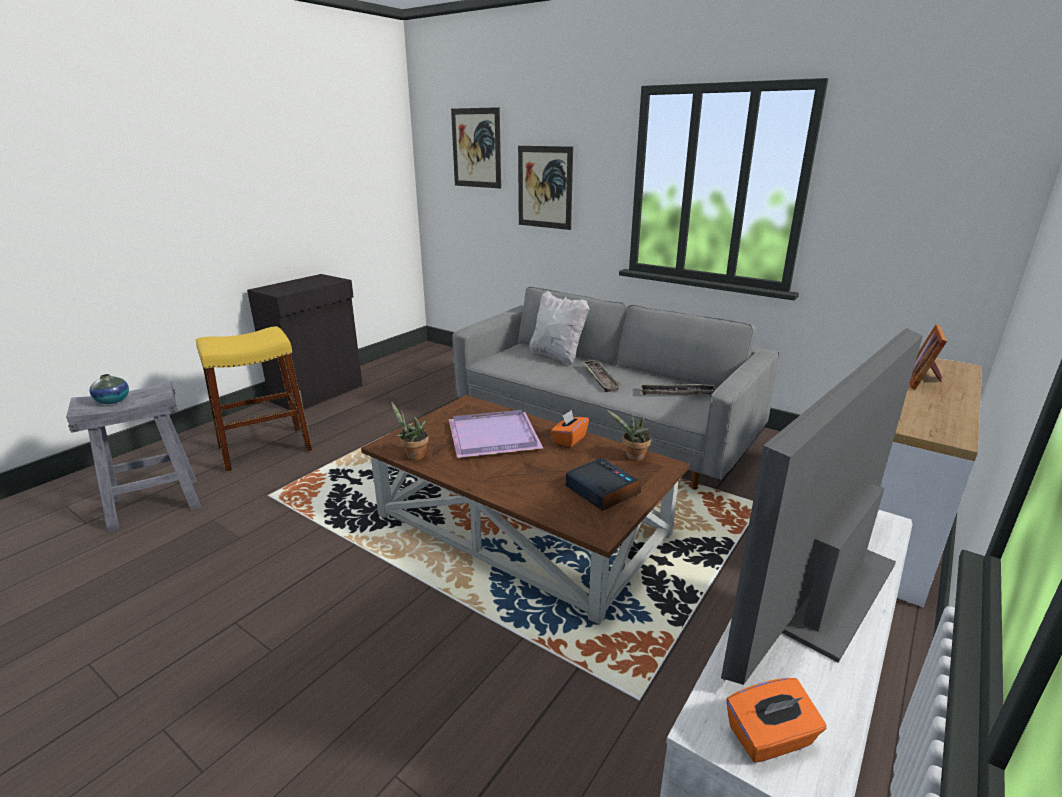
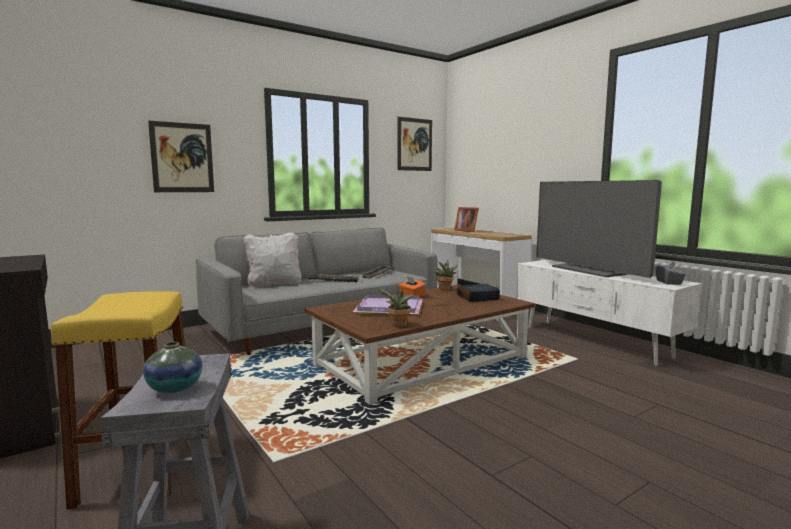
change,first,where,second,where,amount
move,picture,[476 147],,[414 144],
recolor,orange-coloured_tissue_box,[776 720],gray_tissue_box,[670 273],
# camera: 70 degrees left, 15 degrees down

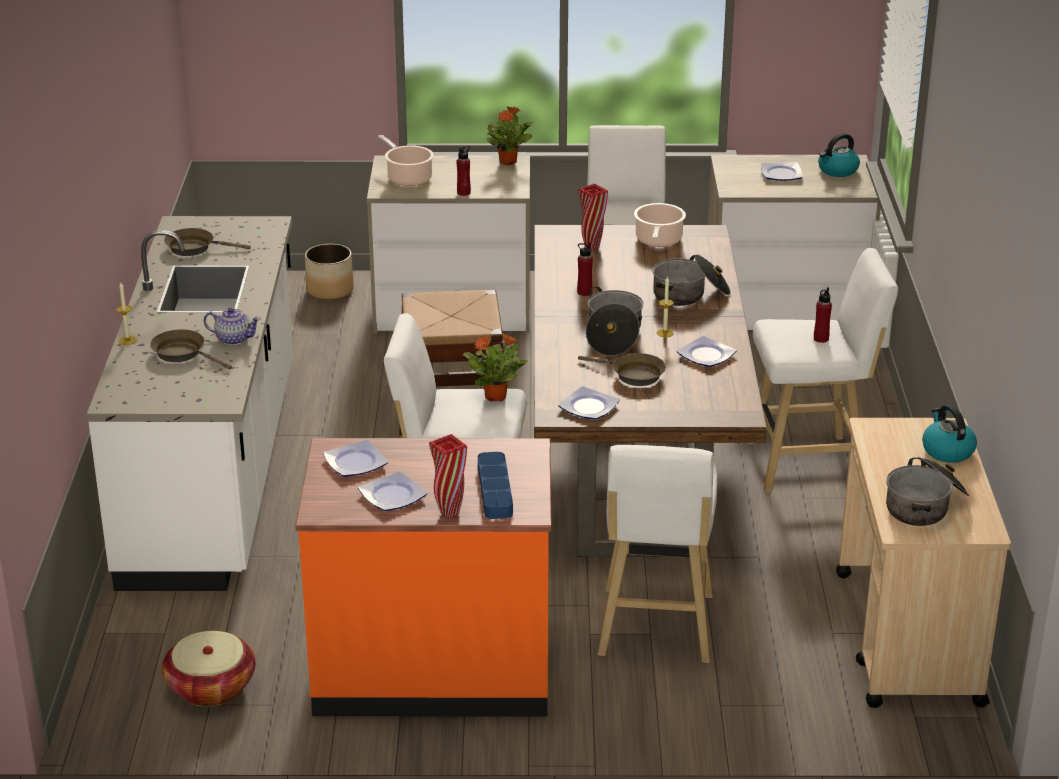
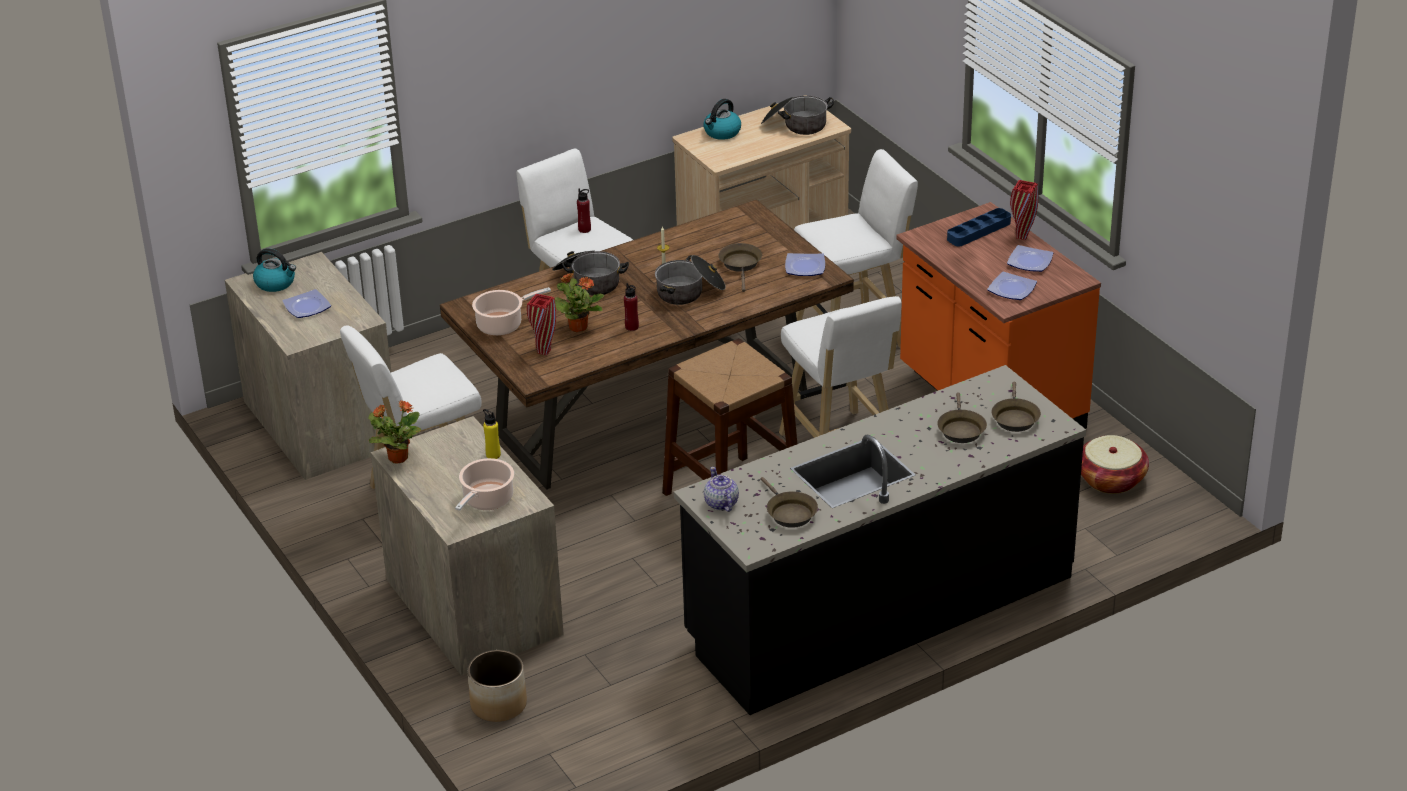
change,first,where,second,where,amount
recolor,red_drink_bottle,[464 171],yellowish_drink_bottle,[492 434],
recolor,whitish_counter,[190 403],black_counter,[880 540],
delete,wax_light,[126 314],,,
move,teapot,[232 326],,[721 489],
move,plant_in_a_pot,[495 367],,[579 302],
delete,flat_dish,[706 351],,,
insert,,,brown-coloured_skillet,[1016 407],
# camera: 120 degrees left, 5 degrees up

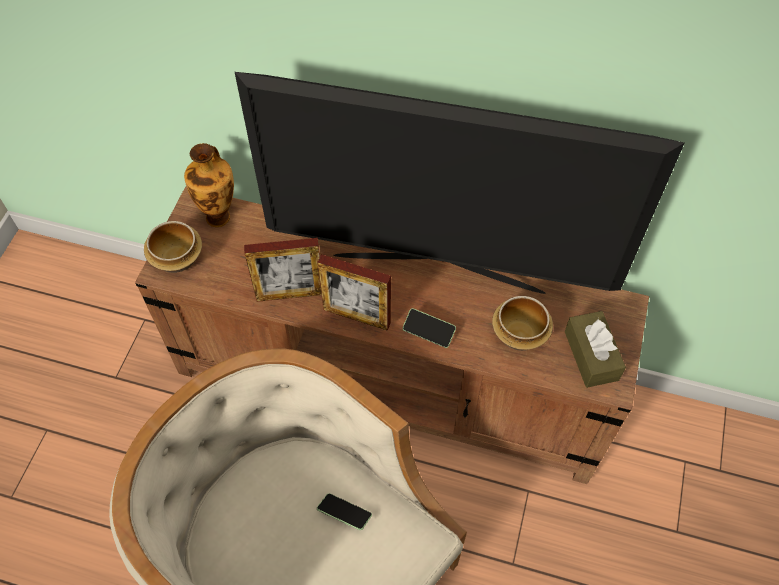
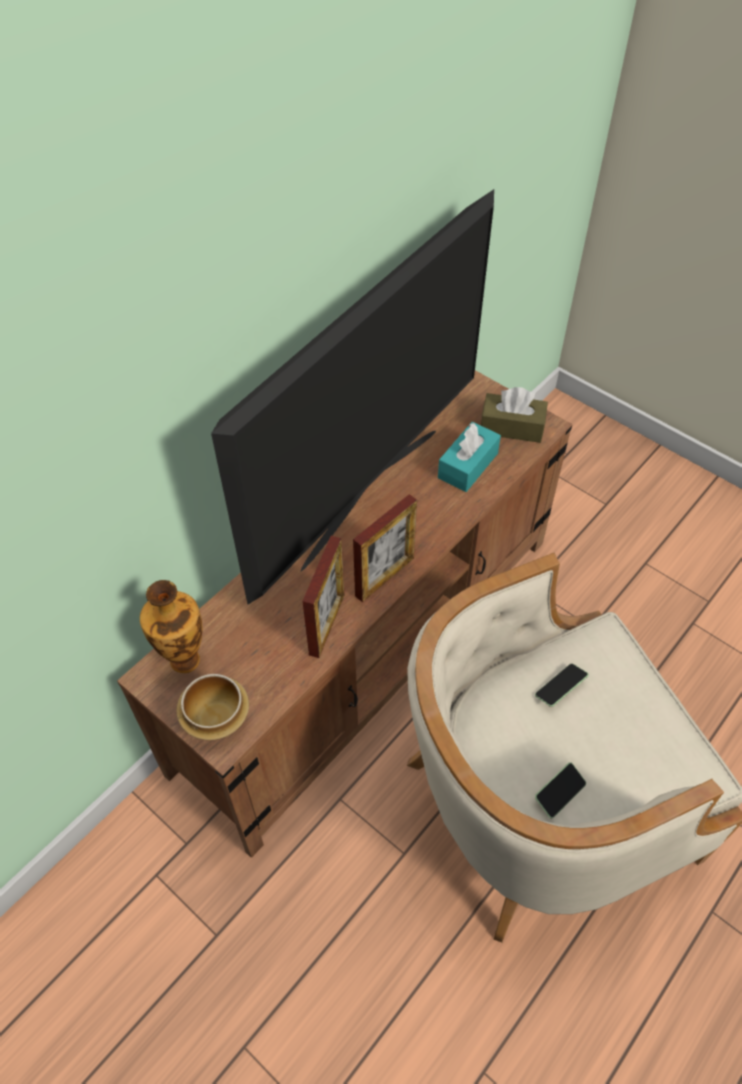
change,first,where,second,where,amount
replace,serving_bowl,[522 323],blue-green_tissue_box,[469 457],
move,handset,[429 328],,[560 790],
# camera: 65 degrees left, 5 degrees down

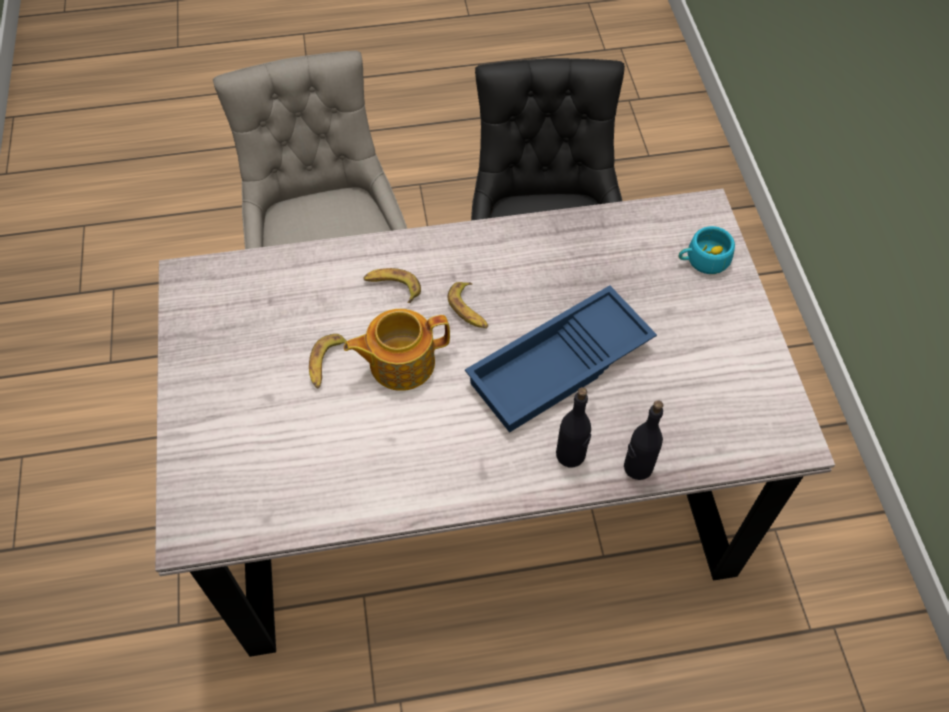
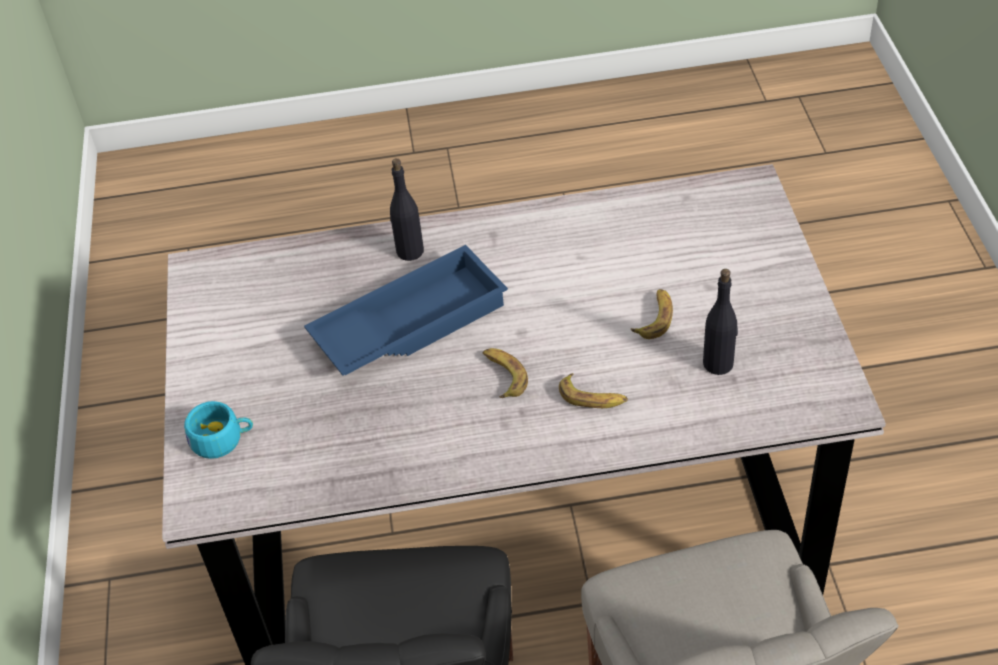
change,first,where,second,where,amount
delete,teapot,[397 350],,,
move,black_drink_bottle,[643 440],,[720 322],
# camera: 175 degrees left, 10 degrees down

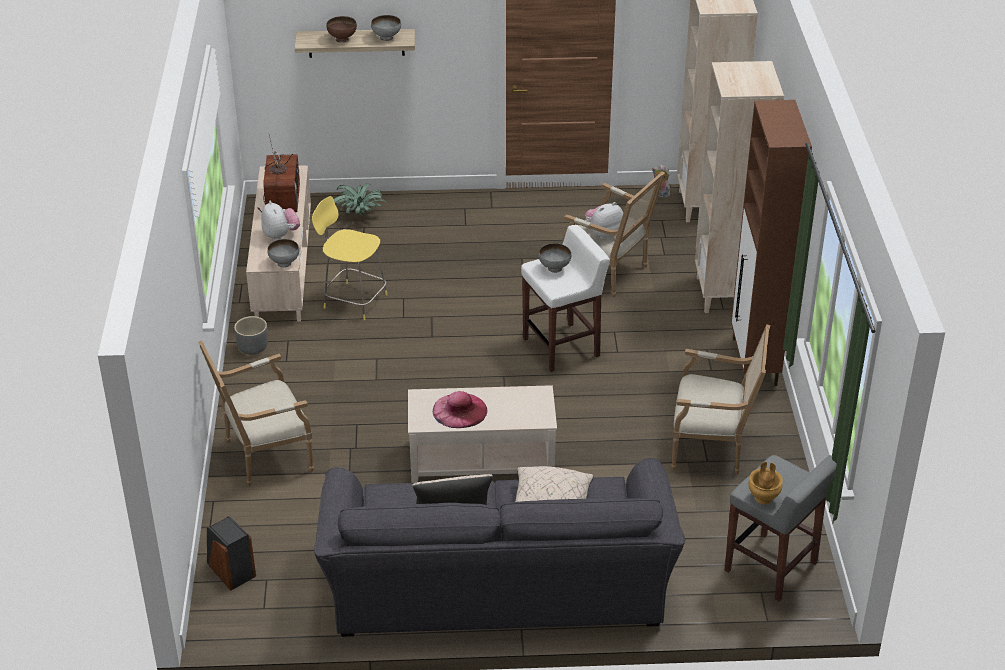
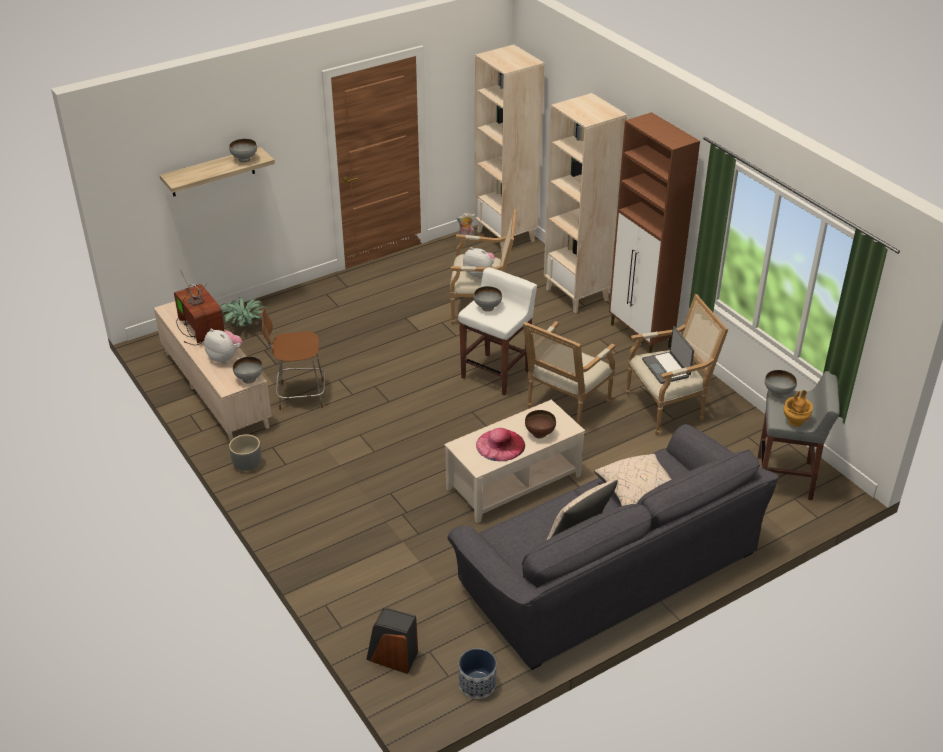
change,first,where,second,where,amount
move,brown-coloured_serving_bowl,[341 29],,[540 424],
recolor,yellowish_stool_seat,[349 258],brown-coloured_stool_seat,[293 359],
rotate,cuddly_toy,[604 220],,[479 263],90 degrees clockwise
move,armchair,[256 413],,[569 373],
insert,,,laptop,[668 355],
insert,,,gray_serving_bowl,[781 384],
insert,,,flower_pot,[477 673],
# camera: 30 degrees left, 0 degrees up

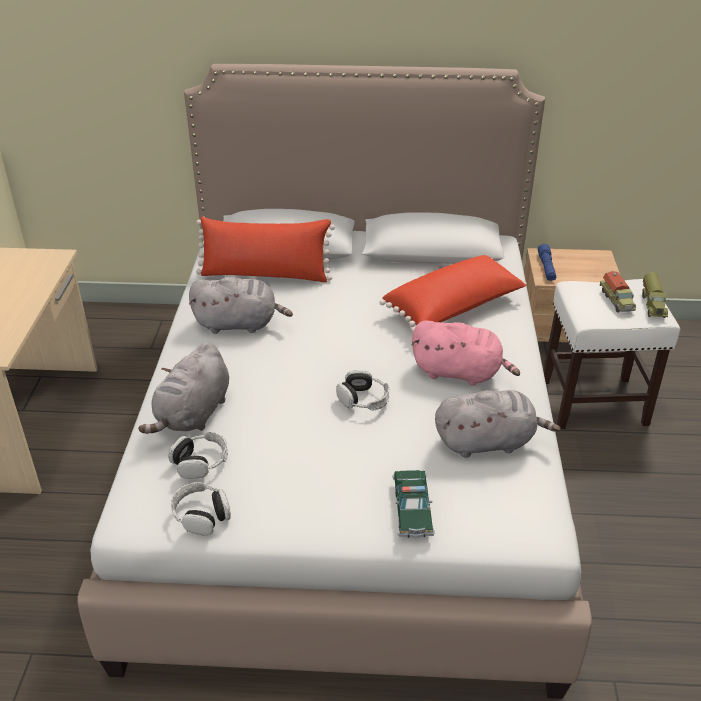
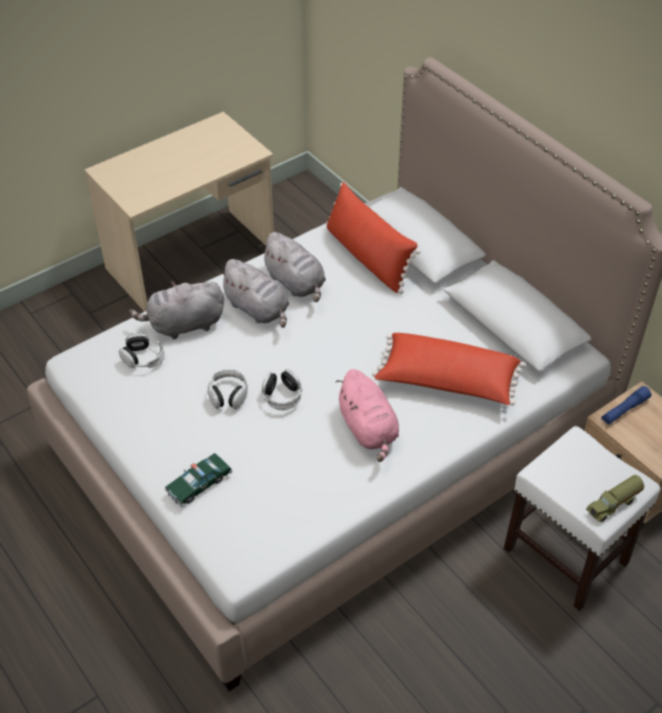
change,first,where,second,where,amount
delete,toy_truck,[618 292],,,
move,gray_cuddly_toy,[498 424],,[253 293],
move,pair_of_headphones,[201 508],,[228 389],
# camera: 50 degrees right, 10 degrees up

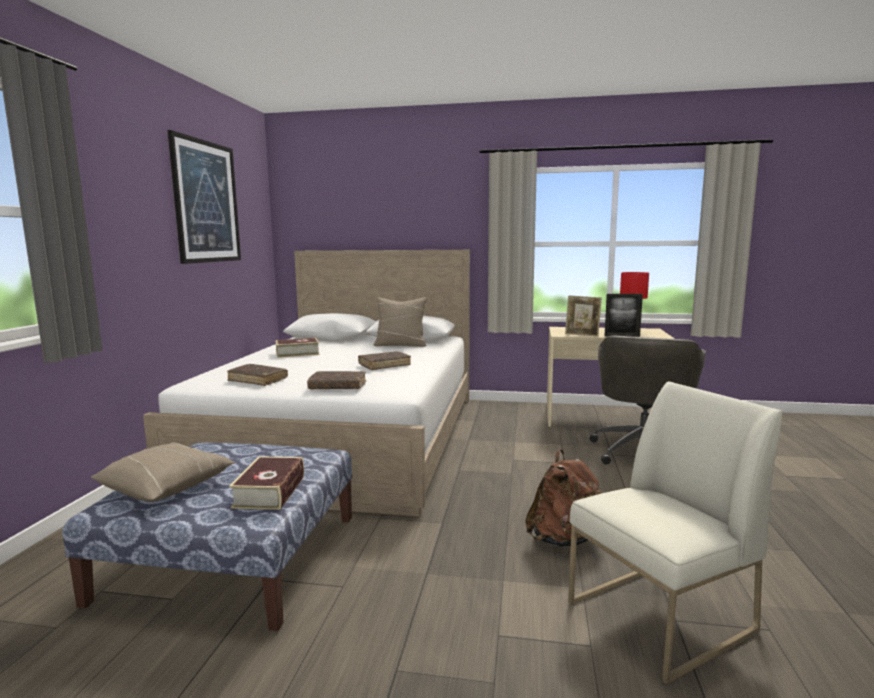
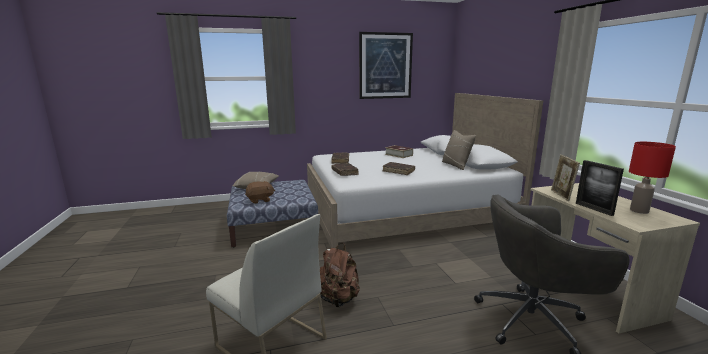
change,first,where,second,where,amount
replace,bound_book,[266 483],brown-coloured_cuddly_toy,[260 192],
# camera: 65 degrees right, 5 degrees up

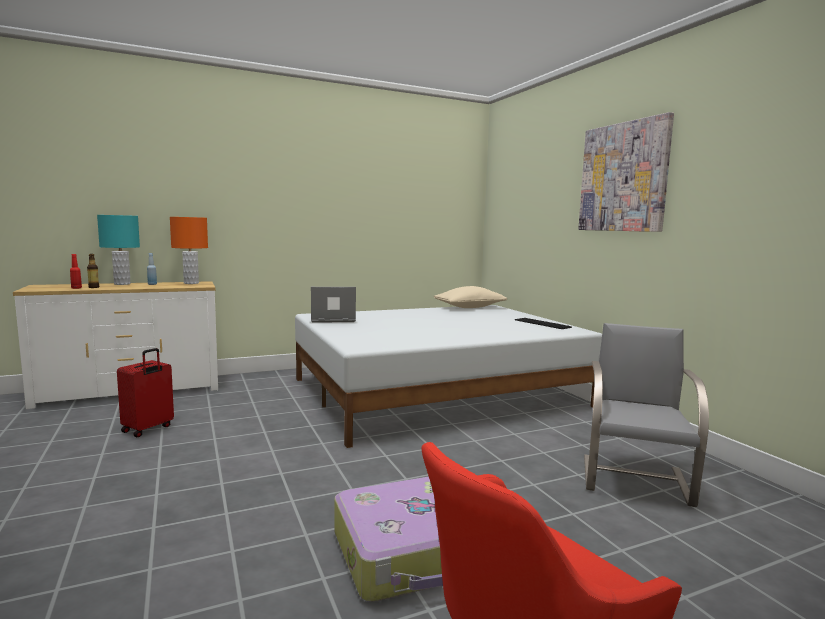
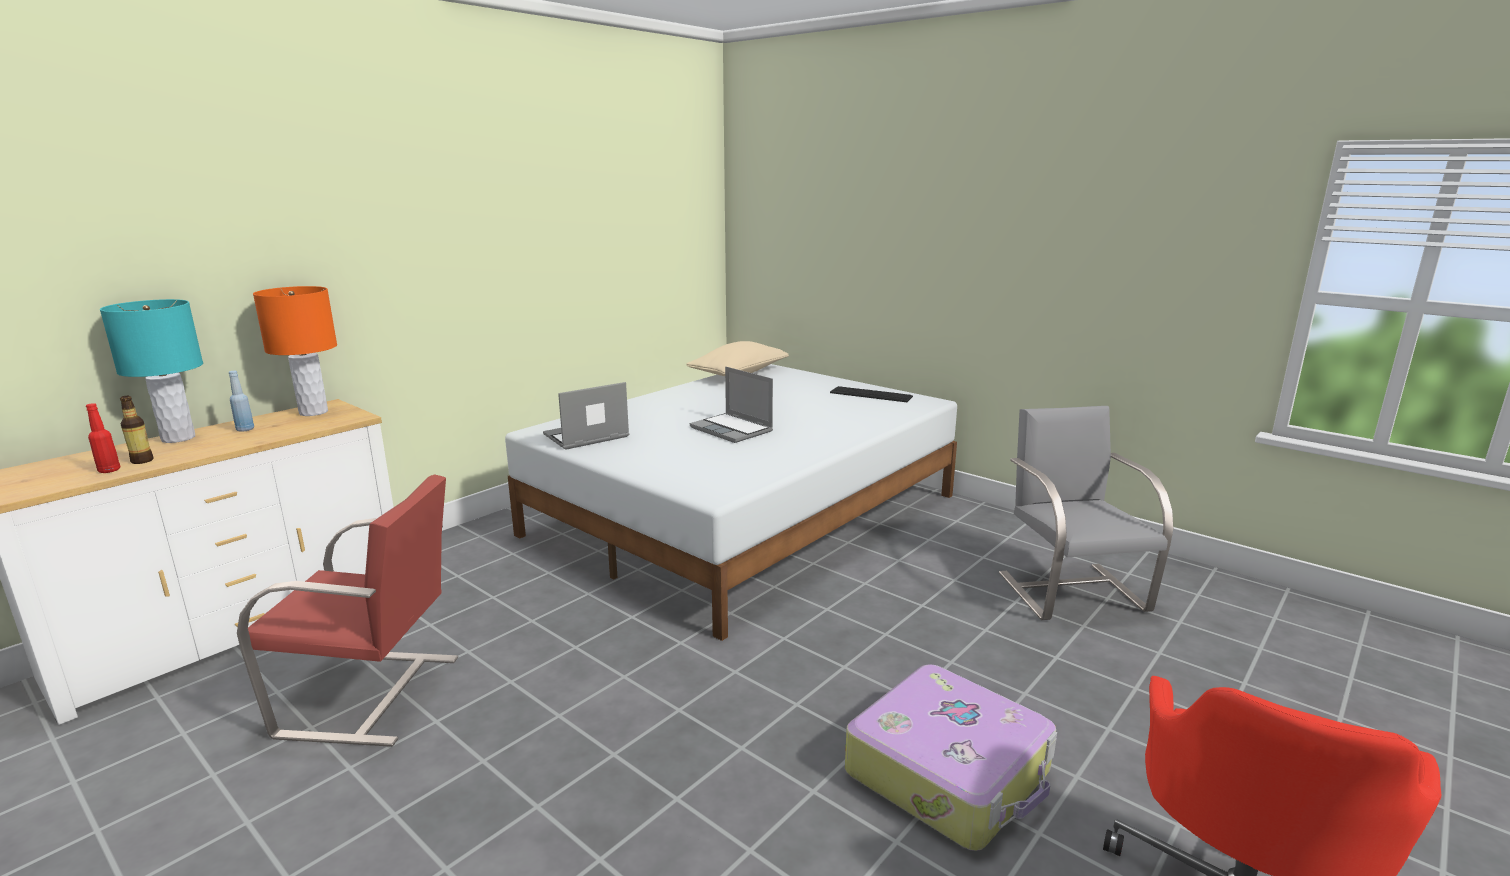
change,first,where,second,where,amount
delete,picture,[626 172],,,
replace,red_suitcase,[145 392],red_upright_chair,[347 610],
insert,,,laptop,[731 404],
# camera: 25 degrees left, 10 degrees up

